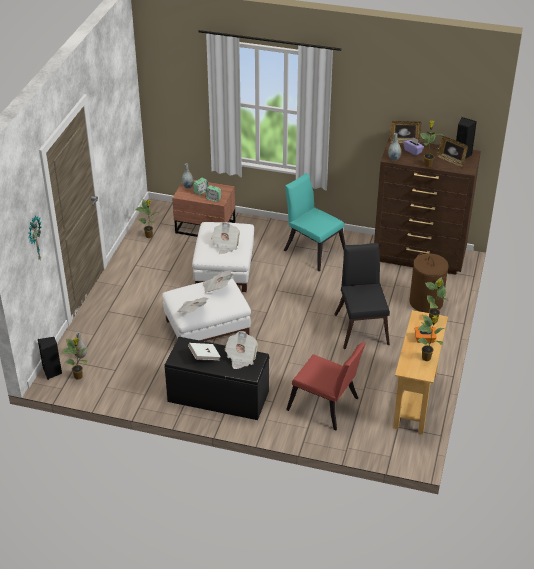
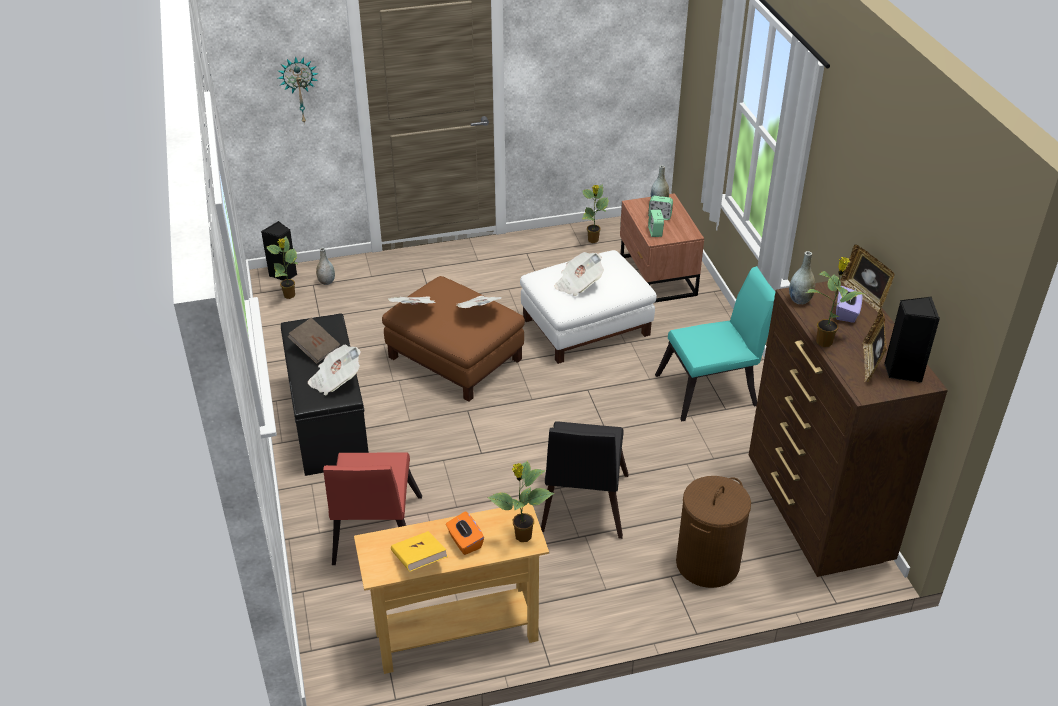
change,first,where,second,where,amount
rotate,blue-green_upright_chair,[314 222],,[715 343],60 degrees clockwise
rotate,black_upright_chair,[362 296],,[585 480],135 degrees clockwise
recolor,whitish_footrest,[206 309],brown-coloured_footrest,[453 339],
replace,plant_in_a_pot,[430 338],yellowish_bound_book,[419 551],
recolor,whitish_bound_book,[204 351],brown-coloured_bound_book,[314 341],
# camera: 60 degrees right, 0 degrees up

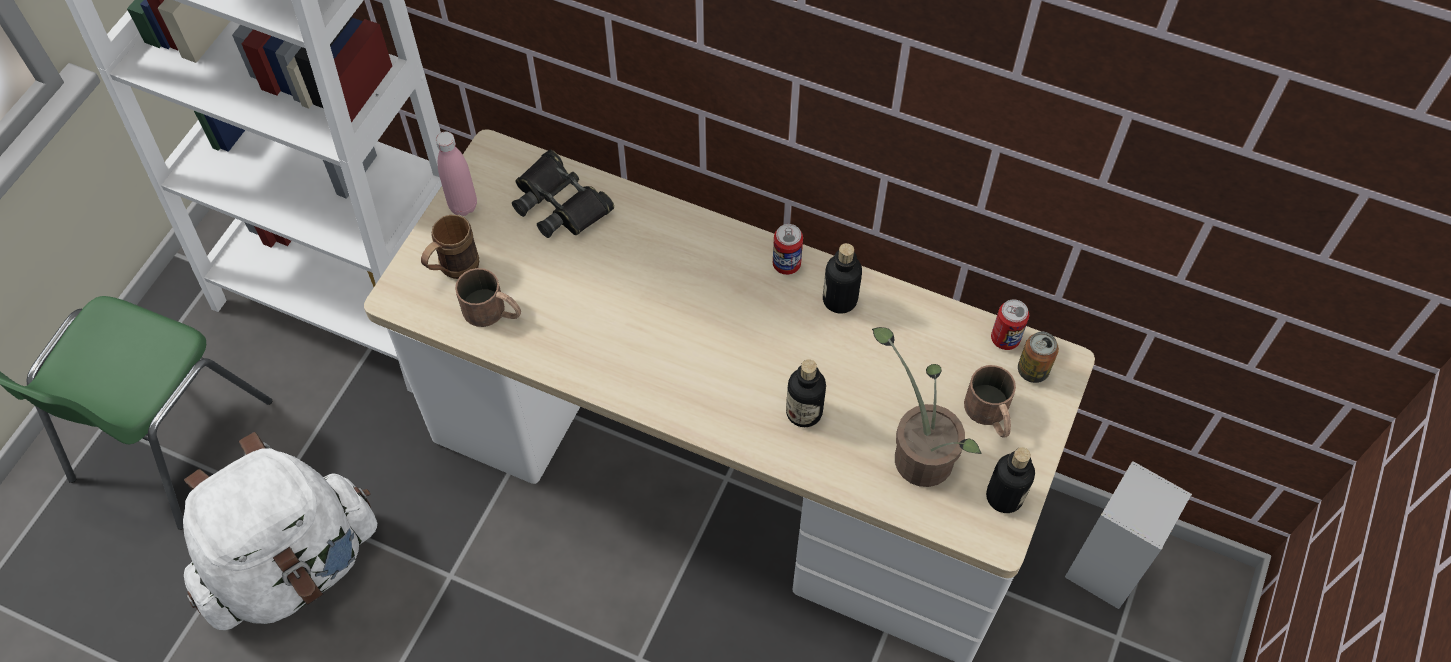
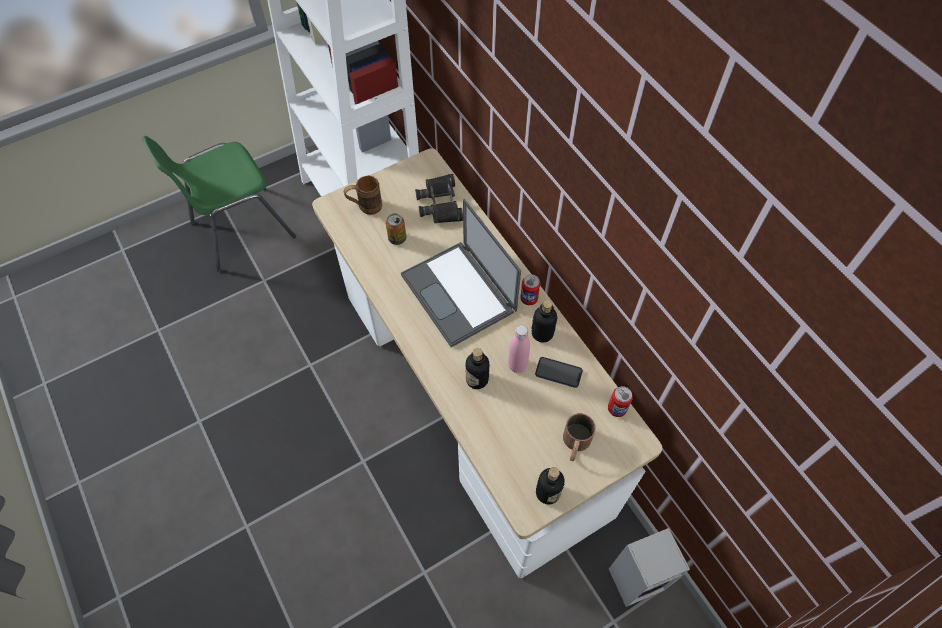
change,first,where,second,where,amount
move,pink-coloured_drink_bottle,[456 174],,[519 349],
delete,brown-coloured_mug,[488 297],,,
delete,plant_in_a_pot,[927 407],,,
move,metal_can,[1038 357],,[396 229],
delete,whitish_knapsack,[280 531],,,
insert,,,laptop,[461 273],
insert,,,handset,[559 372],
# camera: 35 degrees right, 0 degrees up

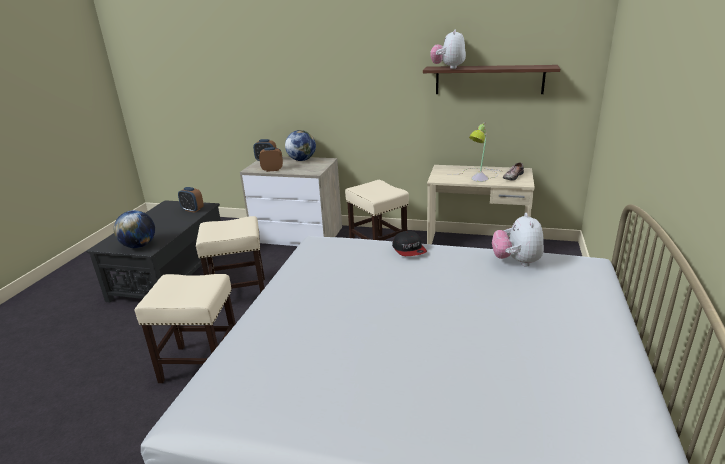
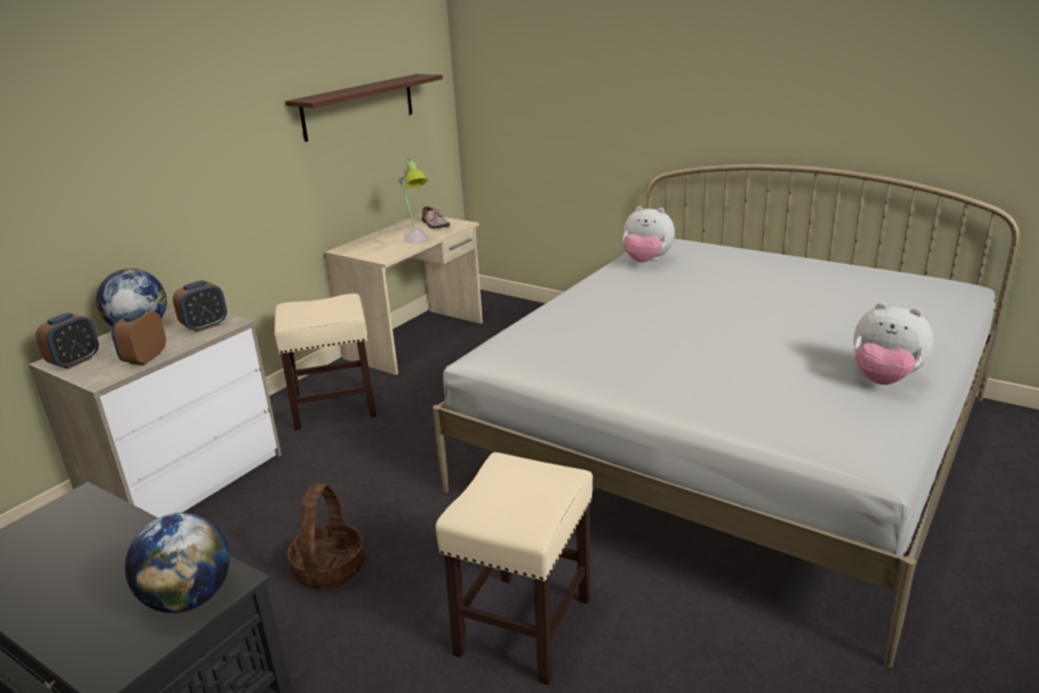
change,first,where,second,where,amount
move,cuddly_toy,[448 49],,[893 344],
move,bedside_clock,[191 200],,[200 306],
replace,sand-coloured_stool_seat,[230 254],household_basket,[326 536],
delete,cap,[409 243],,,
# camera: 70 degrees left, 0 degrees up

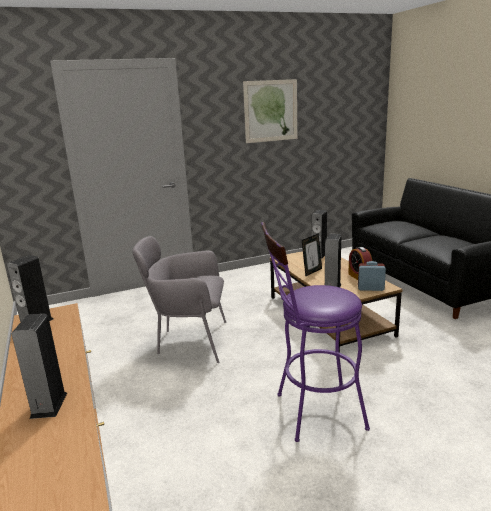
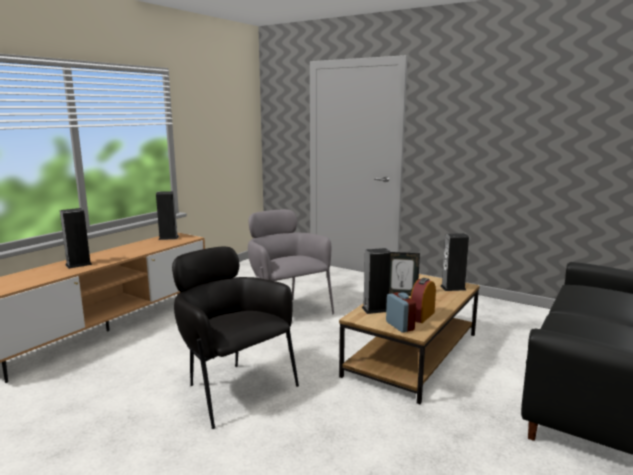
change,first,where,second,where,amount
delete,picture,[270 111],,,
replace,purple-coloured_stool_seat,[315 332],black_armchair,[235 337],
# camera: 55 degrees right, 5 degrees down

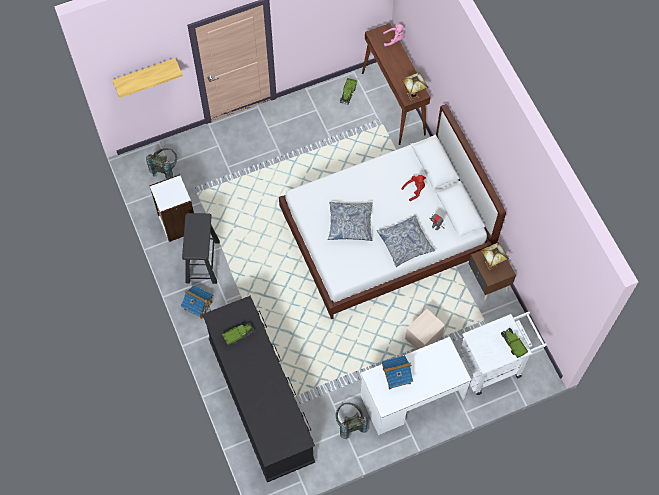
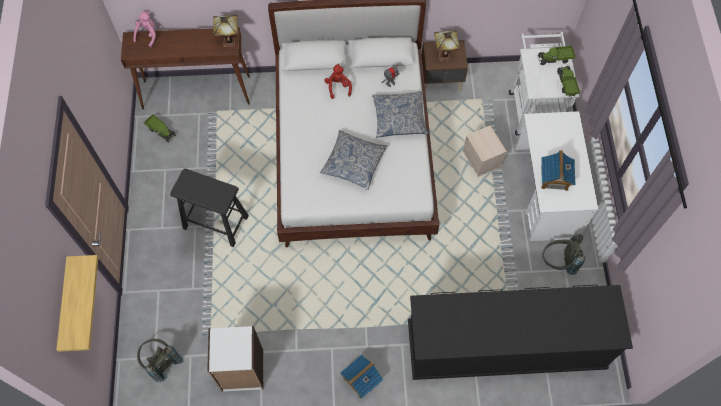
change,first,where,second,where,amount
move,black_stool_seat,[201 248],,[209 208],
move,toy_truck,[238 333],,[568 81],
# camera: 70 degrees left, 0 degrees up

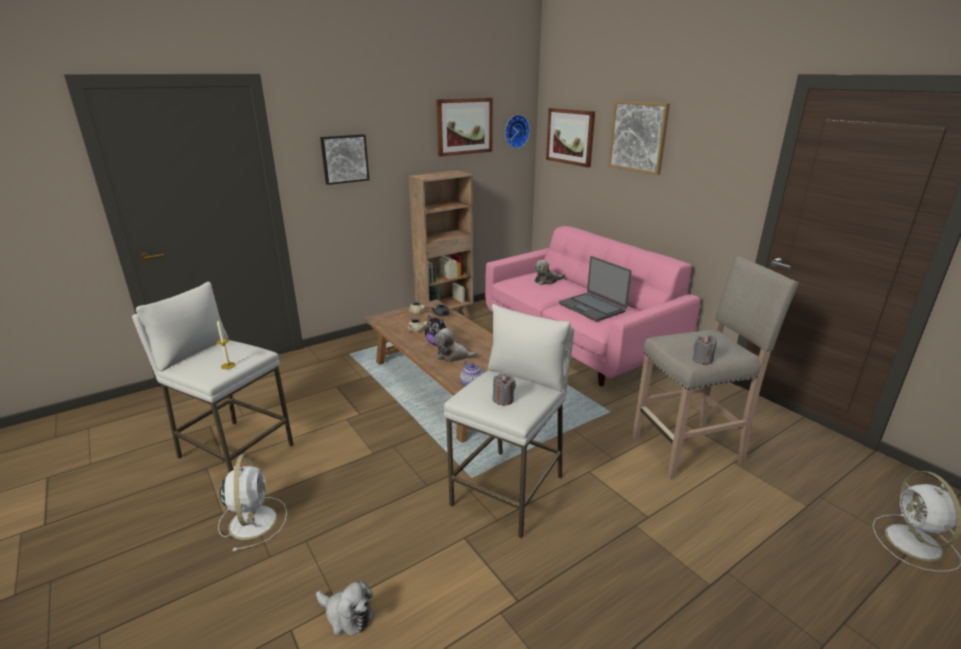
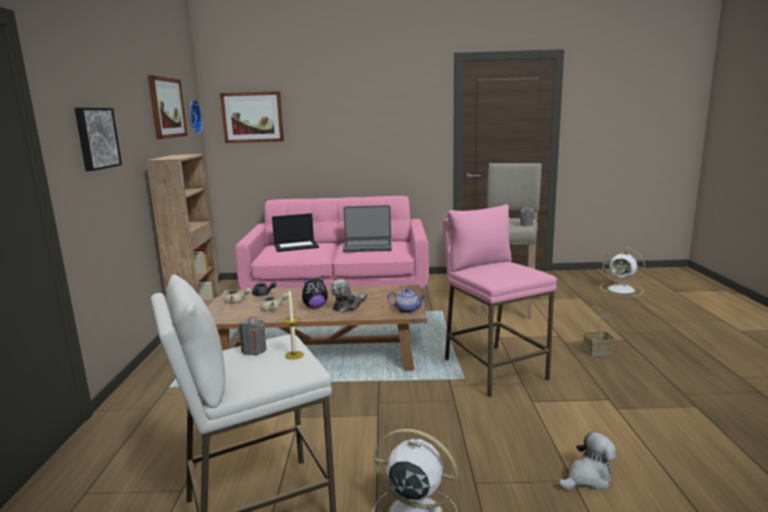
change,first,where,second,where,amount
delete,picture,[639 138],,,
replace,cuddly_toy,[549 272],laptop,[295 232],
recolor,whitish_stool_seat,[509 421],pink-coloured_stool_seat,[499 300],
move,gray_wax_light,[504 389],,[253 336],
insert,,,household_basket,[598 331],
# camera: 55 degrees left, 10 degrees down

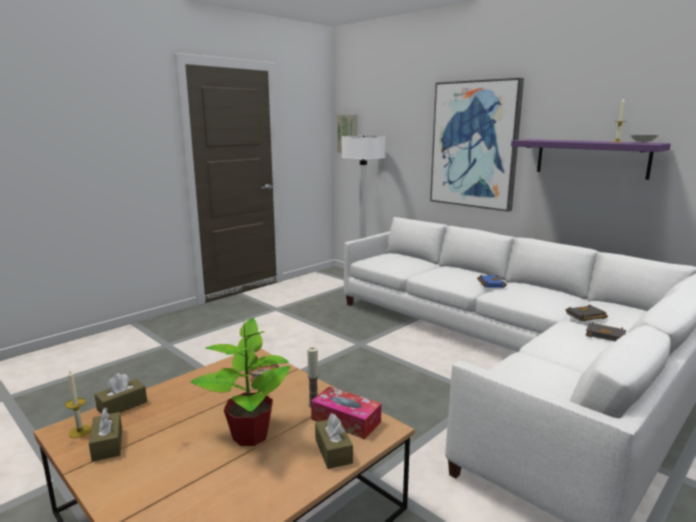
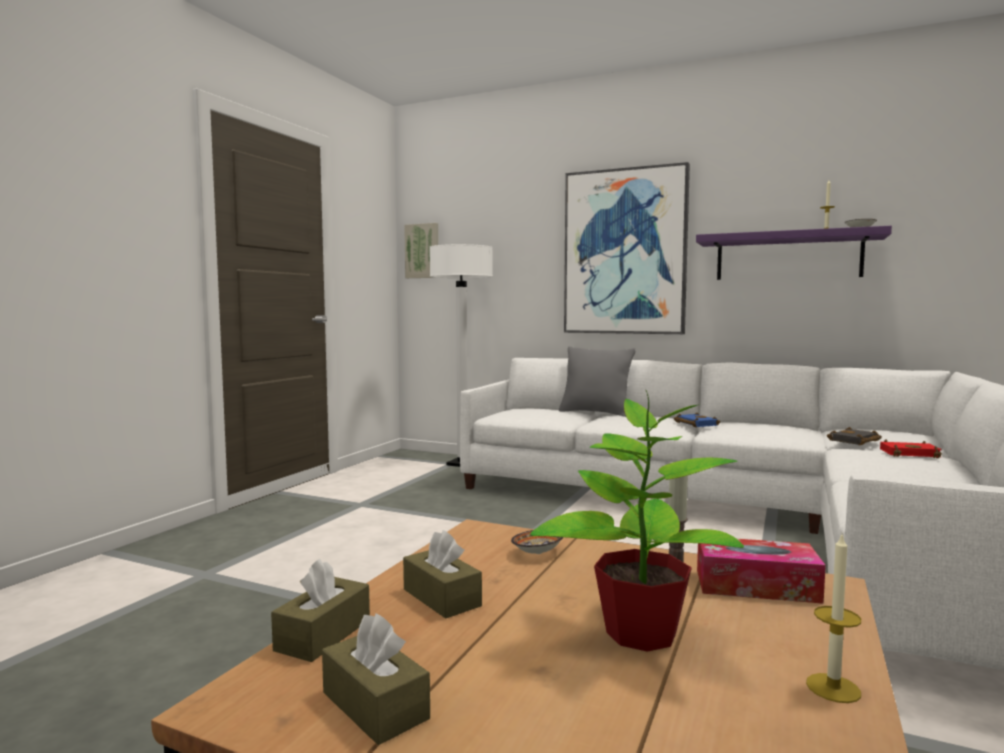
change,first,where,second,where,amount
recolor,black_bound_book,[606 331],red_bound_book,[911 449],
move,wax_light,[78 404],,[833 619],
move,brown-coloured_tissue_box,[334 441],,[442 574],
insert,,,gray_throw_pillow,[597 381],
# camera: 20 degrees left, 10 degrees down

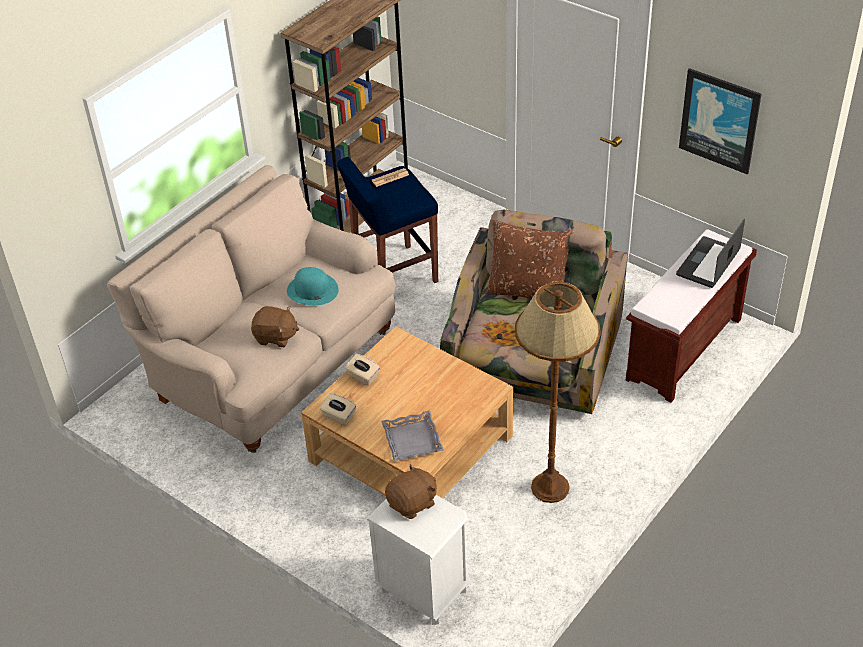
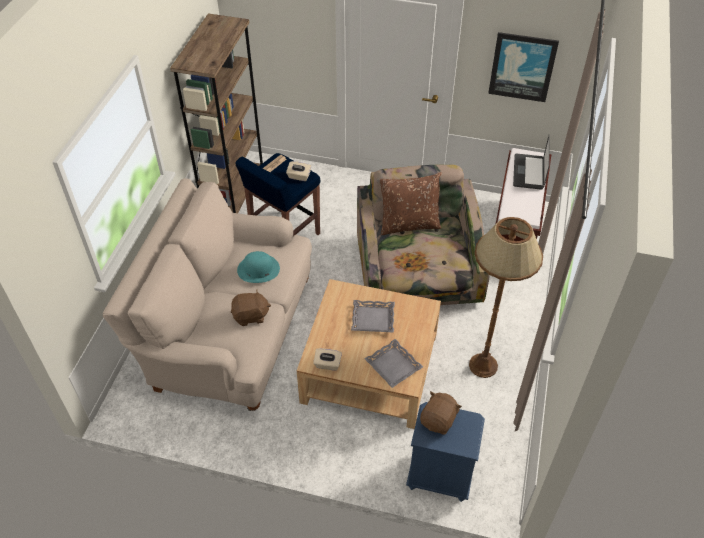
change,first,where,second,where,amount
move,sand-coloured_tissue_box,[362 370],,[298 171],
recolor,whitish_bedside_table,[418 560],bluish_bedside_table,[445 452],
insert,,,gray_serving_tray,[373 316],
# camera: 25 degrees left, 5 degrees up

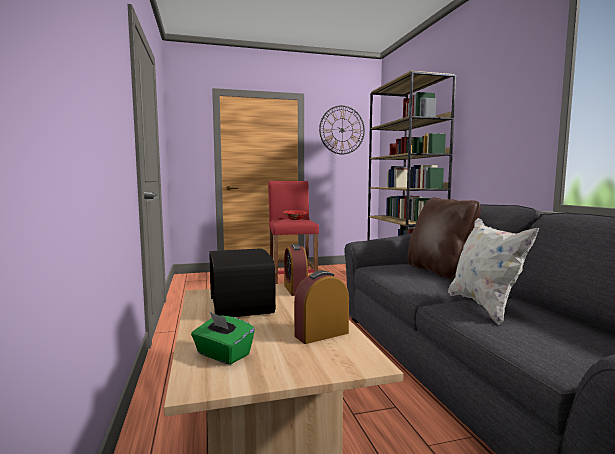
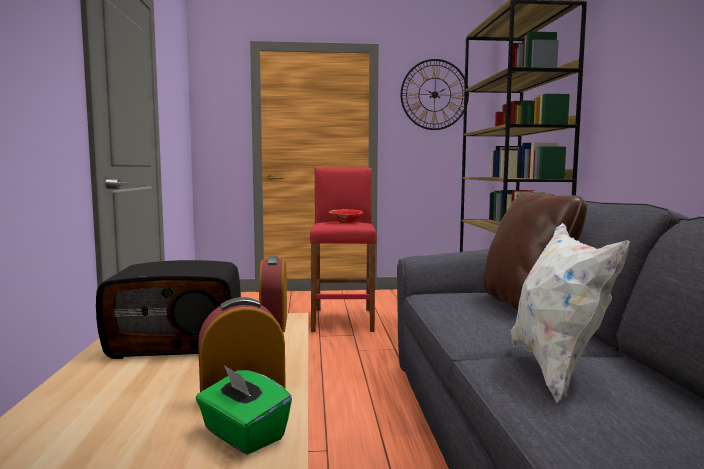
change,first,where,second,where,amount
rotate,radio,[242 282],,[168 309],90 degrees counterclockwise
move,green-coloured_tissue_box,[223 338],,[244 409],
# camera: 10 degrees right, 0 degrees up

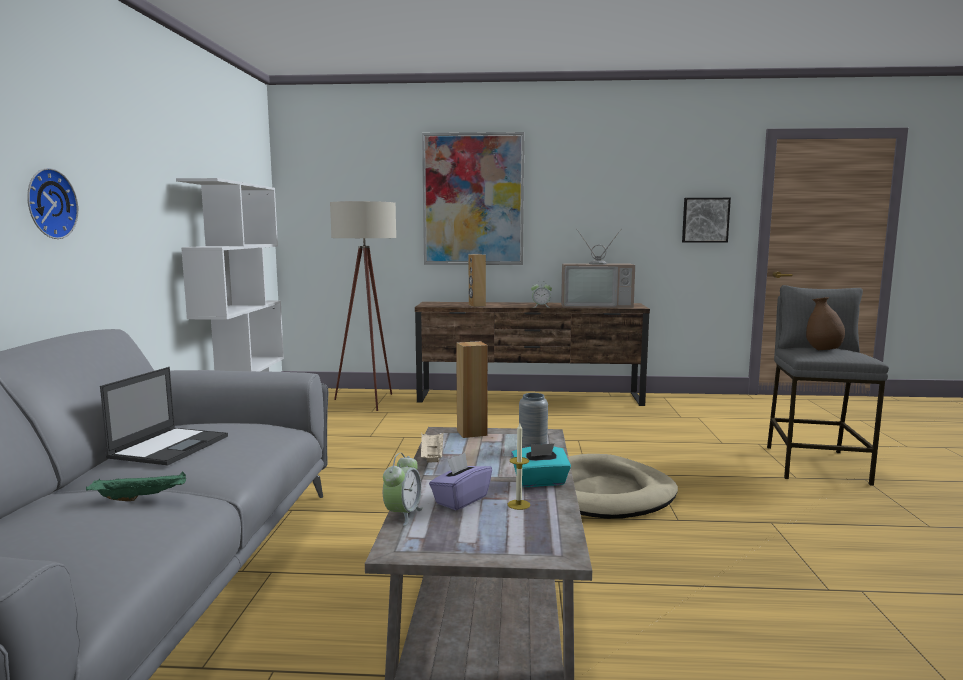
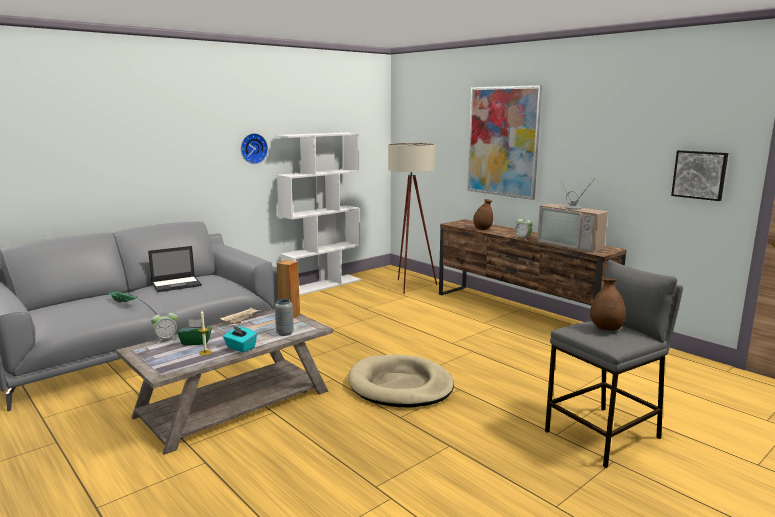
change,first,where,second,where,amount
move,hanging_clock,[52 203],,[254 148],
replace,brown-coloured_speaker,[477 280],brown-coloured_decorative_vase,[483 214],
recolor,purple-coloured_tissue_box,[460 481],green-coloured_tissue_box,[194 332],
# camera: 45 degrees right, 5 degrees up

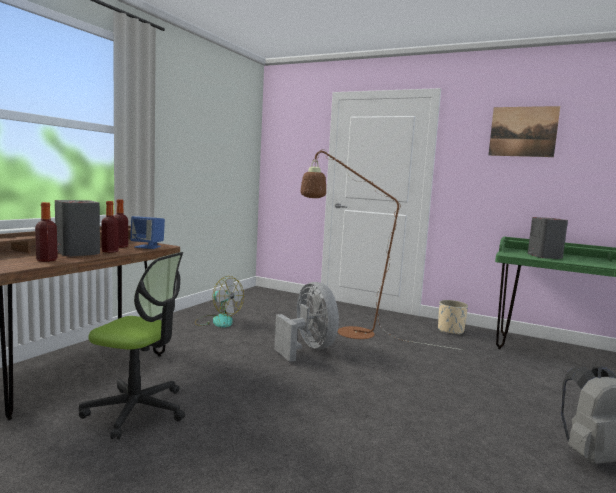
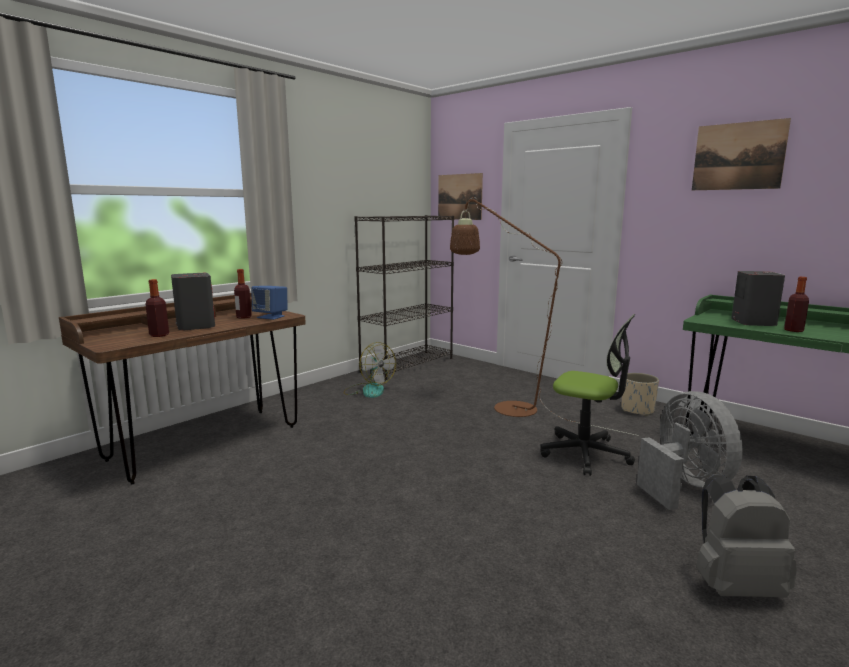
change,first,where,second,where,amount
move,drink_bottle,[110 227],,[796 304],
move,desk_chair,[132 345],,[588 395],
move,gray_cooling_fan,[306 322],,[690 450],
insert,,,picture,[460 196],
insert,,,black_bookshelf,[404 297],
# camera: 15 degrees right, 5 degrees up

